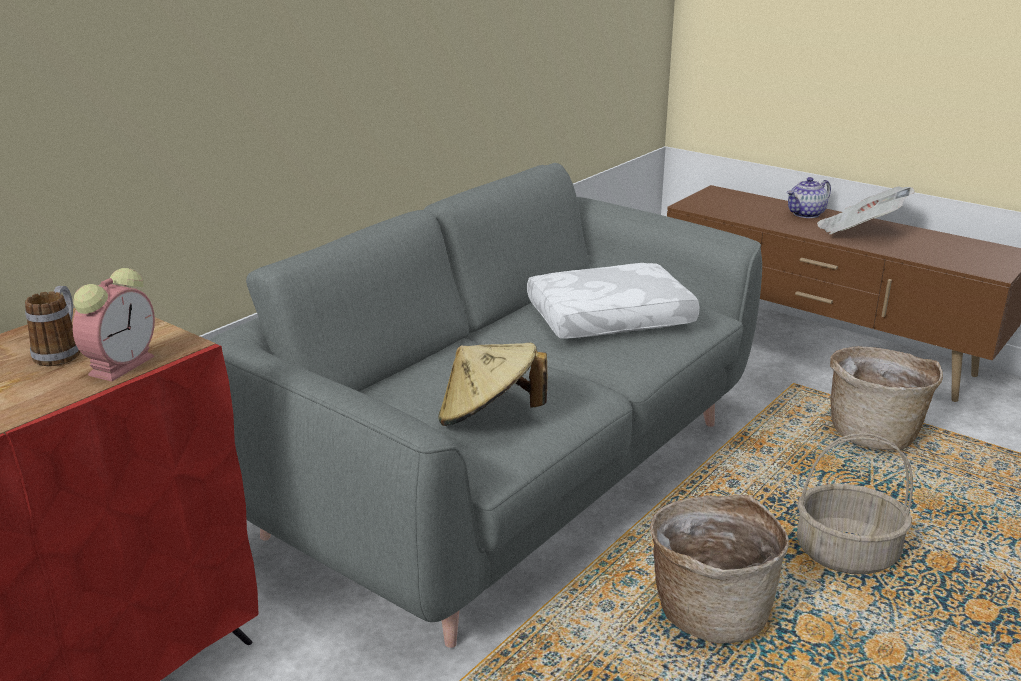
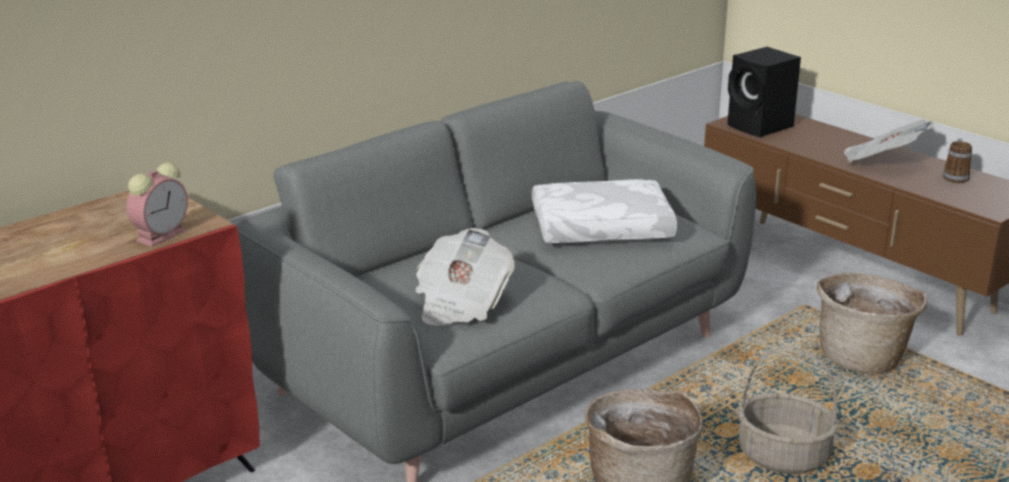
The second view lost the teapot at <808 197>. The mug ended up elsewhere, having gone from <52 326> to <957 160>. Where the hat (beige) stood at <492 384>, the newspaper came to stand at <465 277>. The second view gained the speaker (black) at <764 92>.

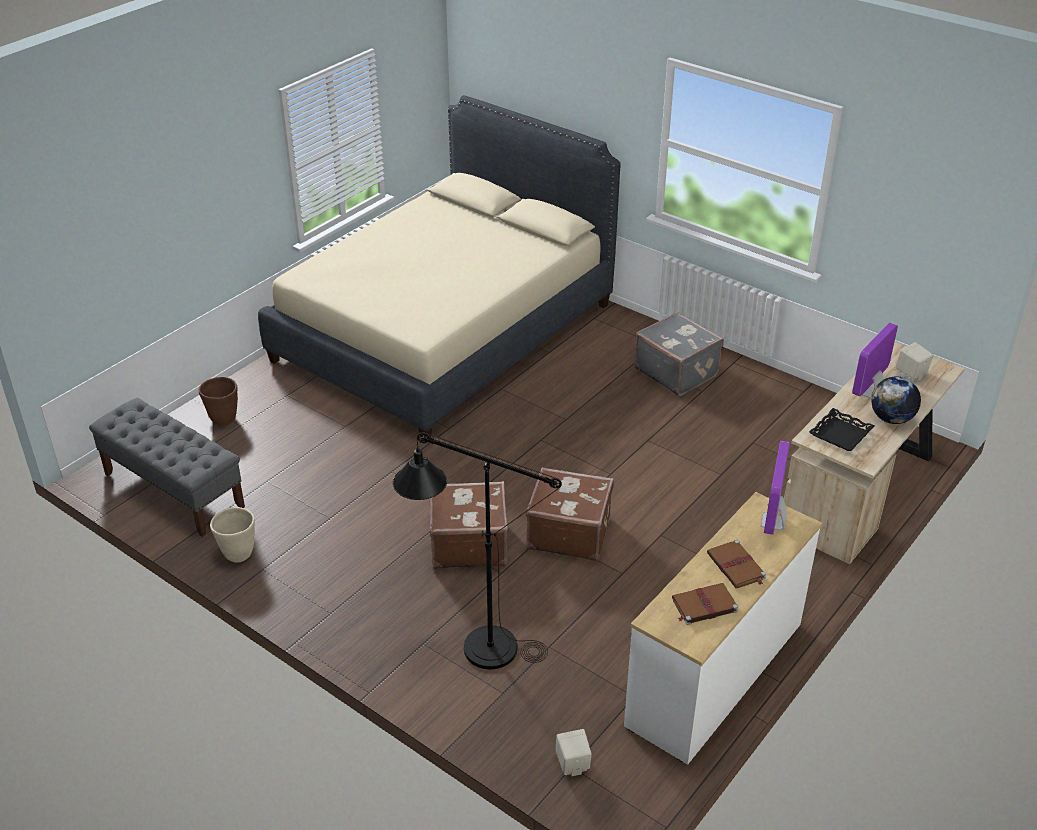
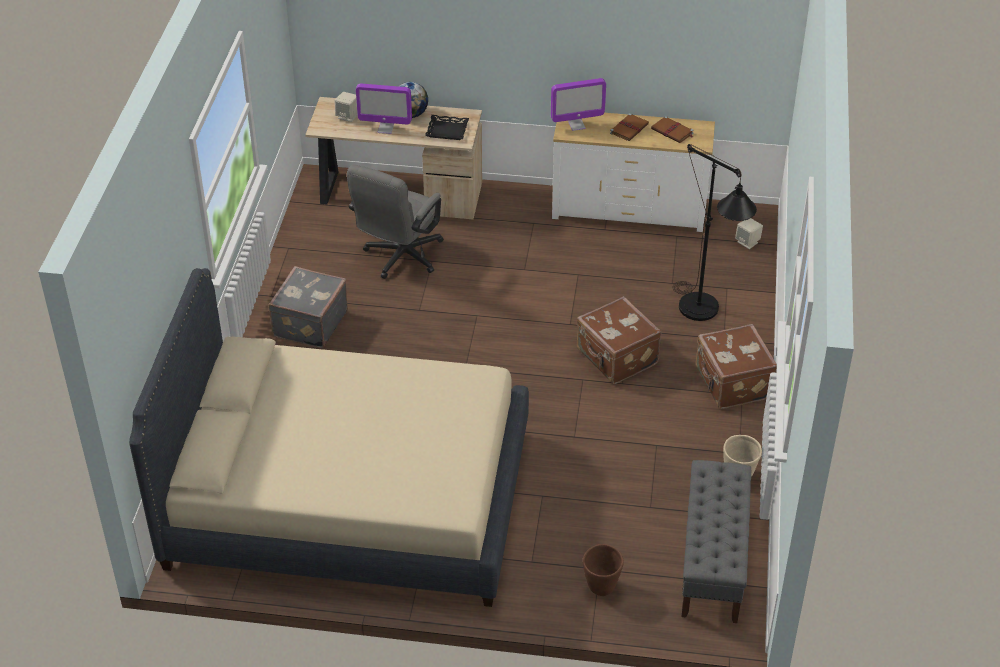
The suitcase (brown) ended up elsewhere, having gone from <570 514> to <736 366>. The second view gained the office chair (grey) at <395 222>.

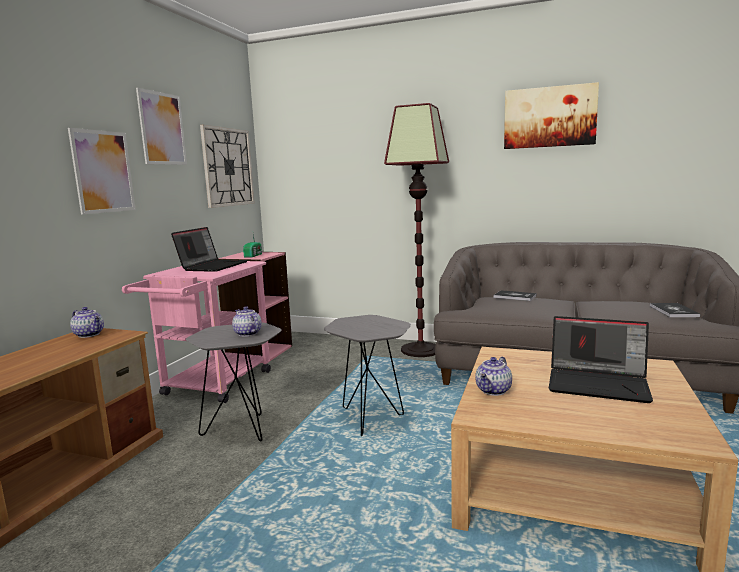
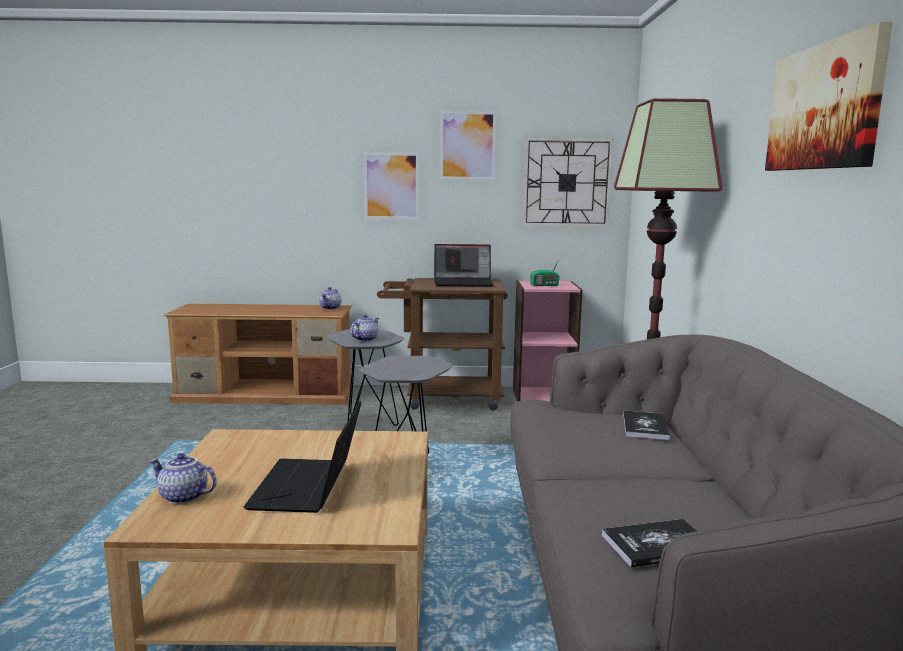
What was the cart (pink) at <196 332> turned into the cart (brown) at <442 344>. The teapot ended up elsewhere, having gone from <493 376> to <182 478>.

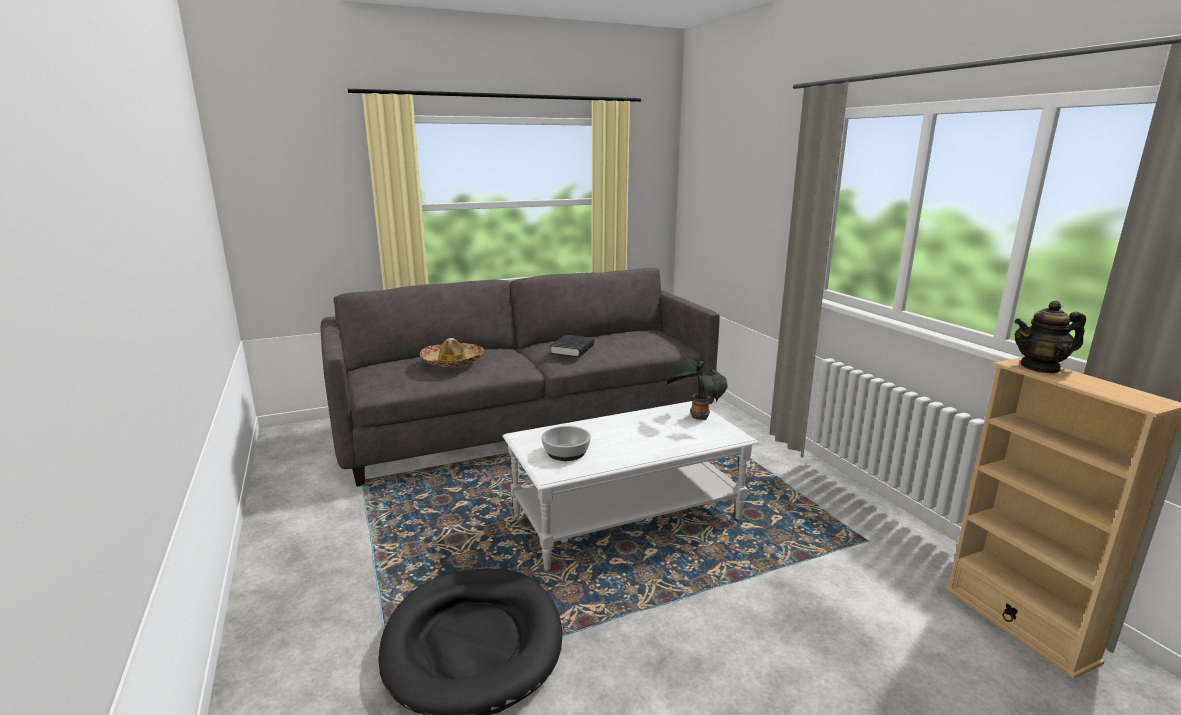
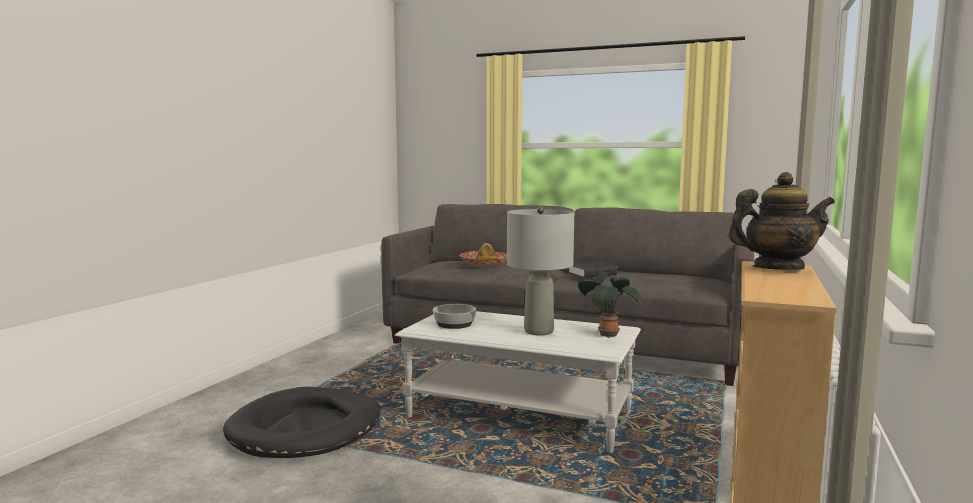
The teapot at <1050 337> ended up facing another way, 135 degrees clockwise from before. The second view gained the table lamp (grey) at <540 271>.

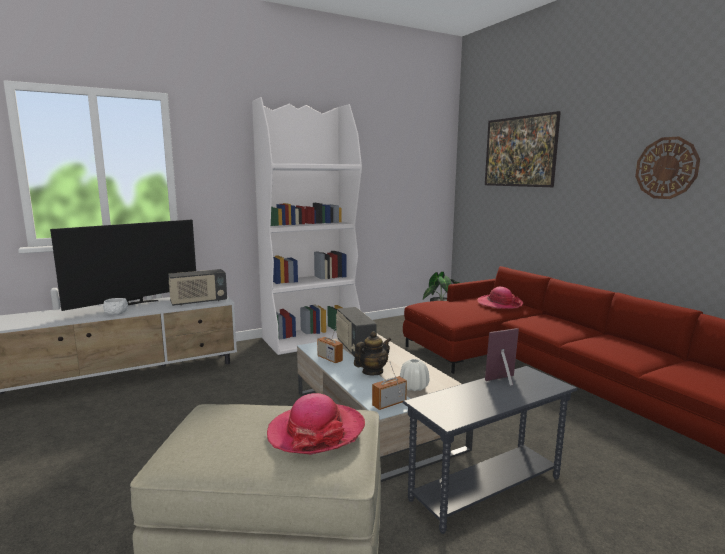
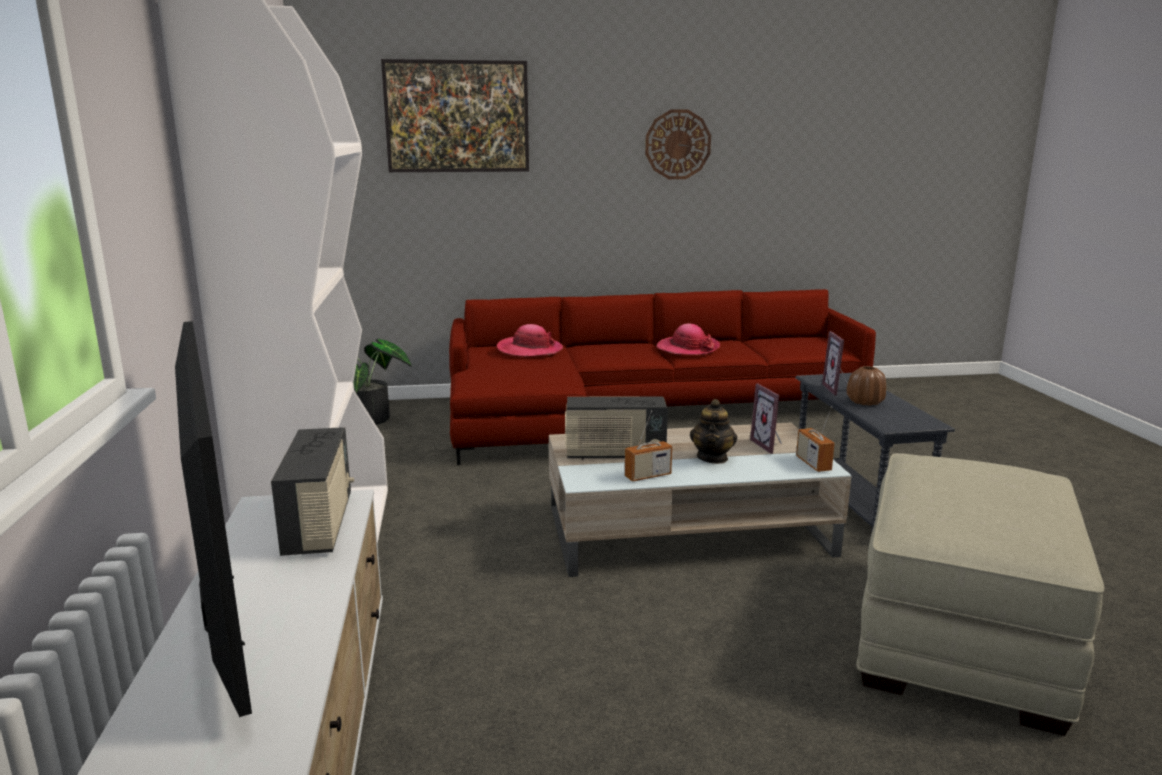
The second view lost the bowl (white) at <115 306>. The teapot at <372 353> ended up facing another way, 150 degrees counterclockwise from before. Where the vase (white) stood at <414 375>, the picture frame came to stand at <766 418>. The hat ended up elsewhere, having gone from <316 424> to <688 339>. The second view gained the vase (brown) at <866 386>.

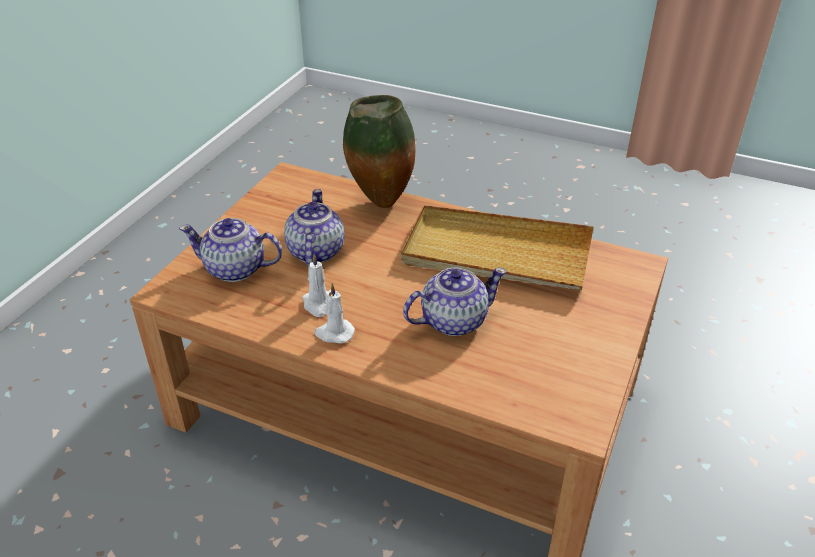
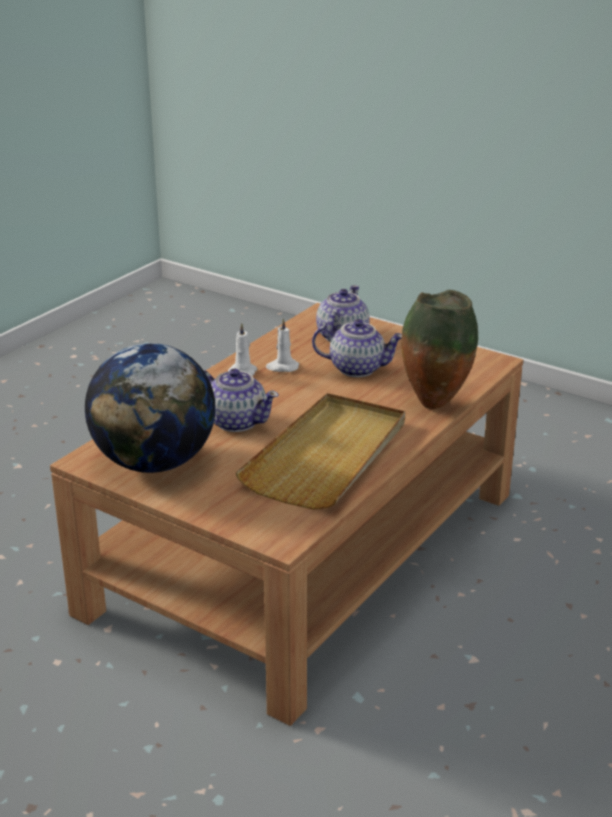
The teapot at <455 301> ended up facing another way, 45 degrees counterclockwise from before. The second view gained the globe at <150 408>.

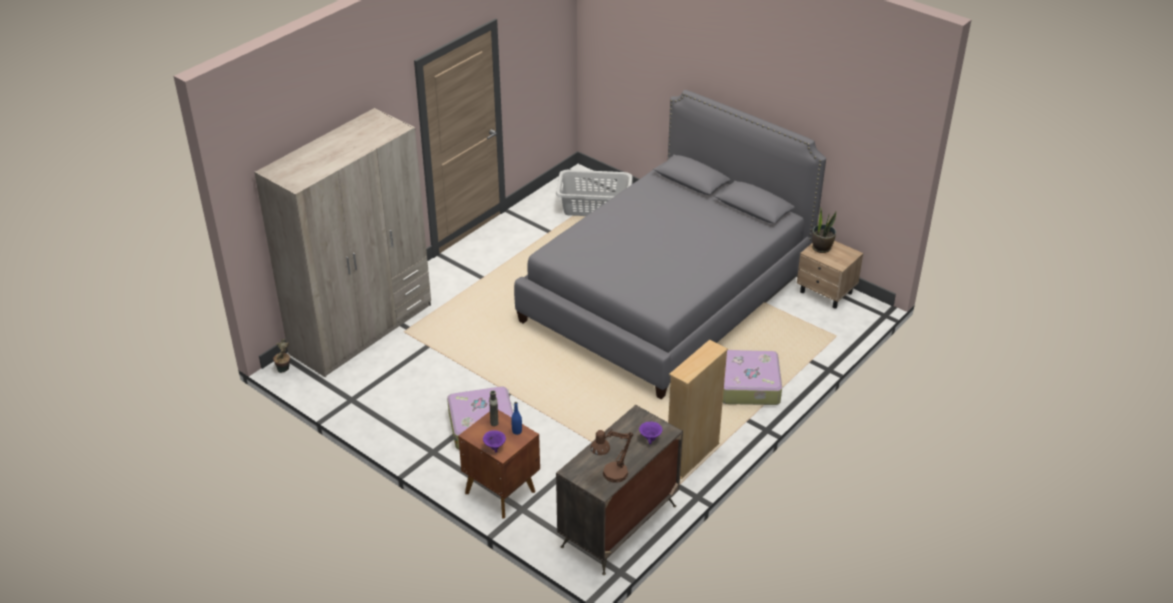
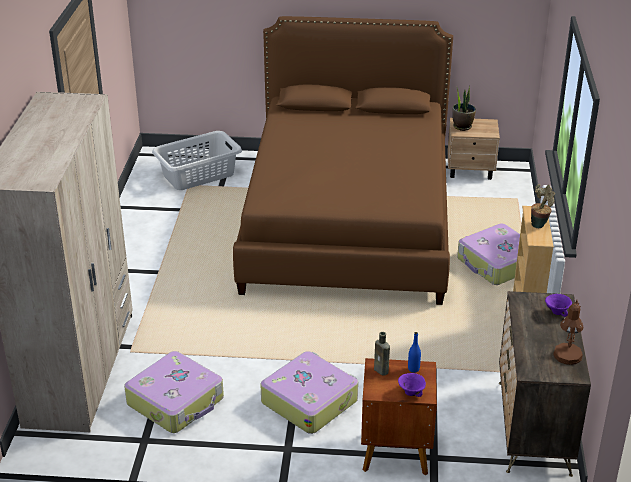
What was the bed (grey) at <670 244> turned into the bed (brown) at <343 160>. The potted plant ended up elsewhere, having gone from <281 356> to <543 206>. The second view gained the suitcase at <174 392>.

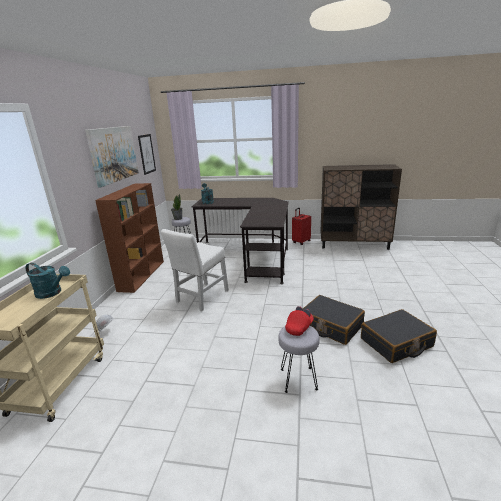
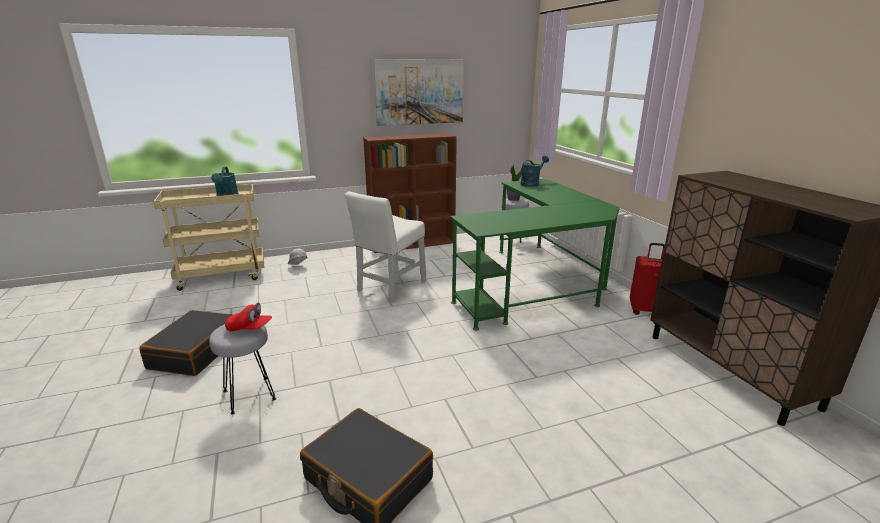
The second view lost the picture at <147 154>. What was the desk (black) at <240 241> turned into the desk (green) at <535 255>. The chair (white) at <195 270> ended up facing another way, 60 degrees counterclockwise from before. The suitcase (black) ended up elsewhere, having gone from <334 320> to <186 343>.

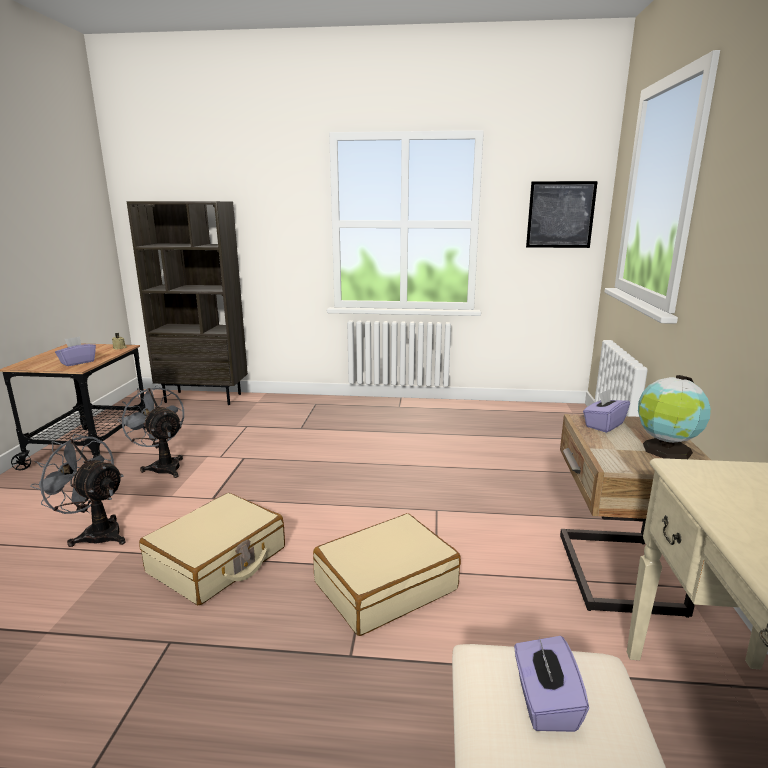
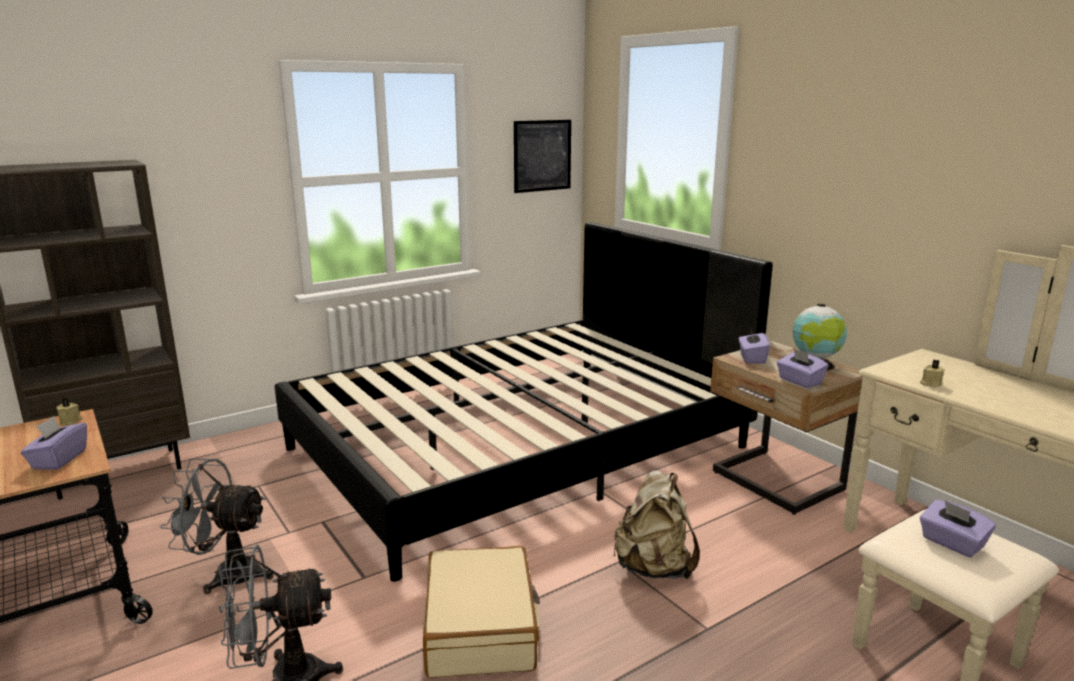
Where the suitcase (beige) stood at <387 574>, the backpack (beige) came to stand at <656 524>. The second view gained the bed (black) at <524 402>. The second view gained the tissue box (purple) at <803 368>. The second view gained the candle (beige) at <932 373>.

